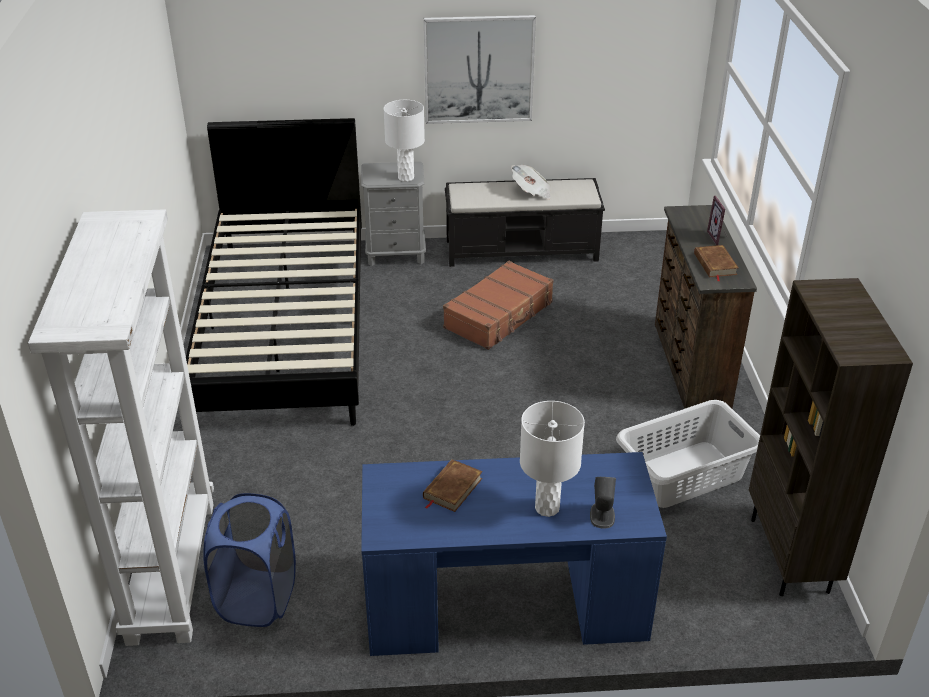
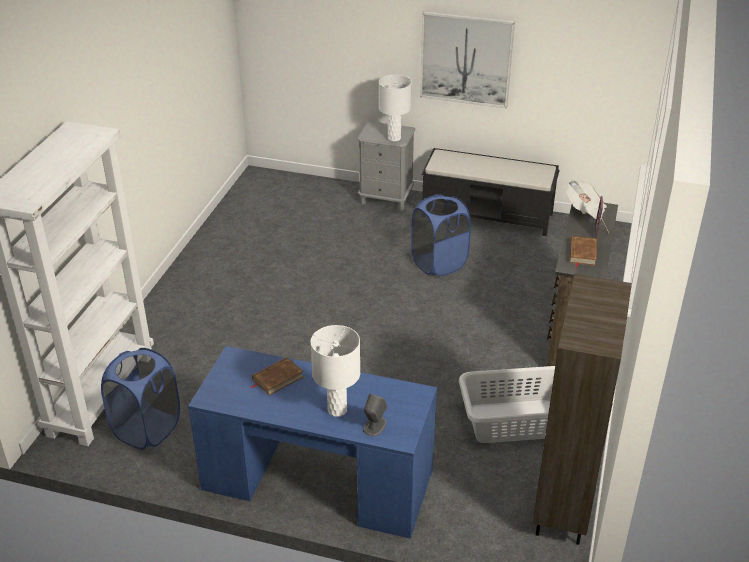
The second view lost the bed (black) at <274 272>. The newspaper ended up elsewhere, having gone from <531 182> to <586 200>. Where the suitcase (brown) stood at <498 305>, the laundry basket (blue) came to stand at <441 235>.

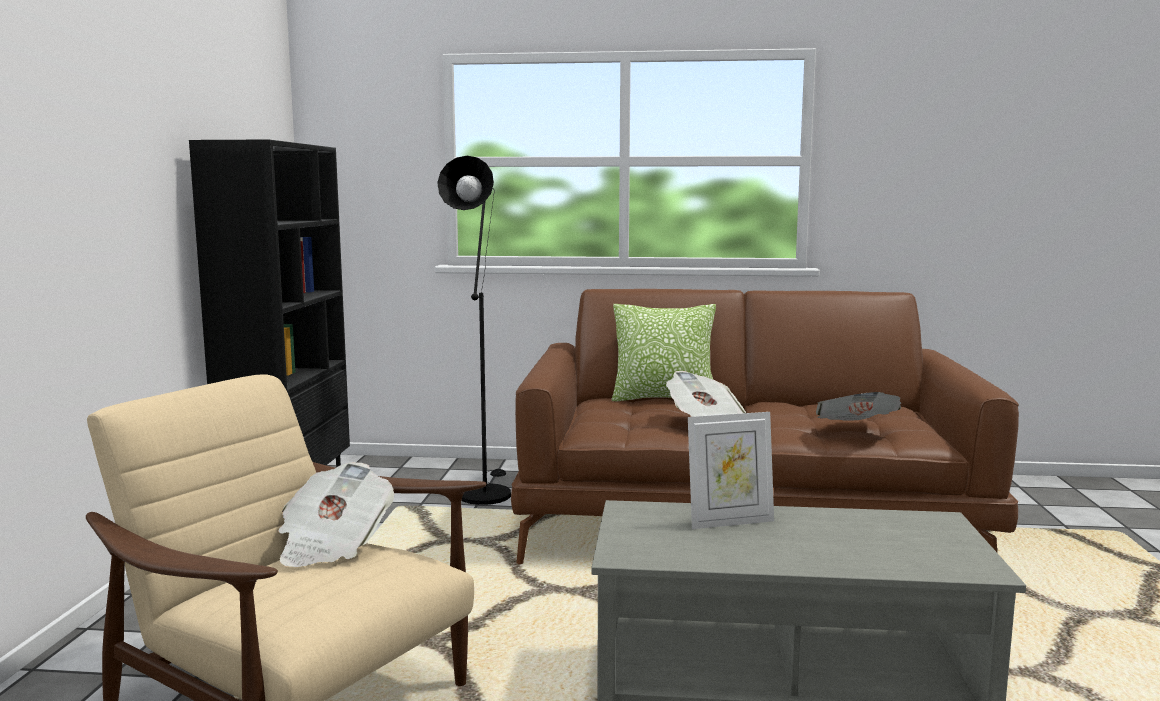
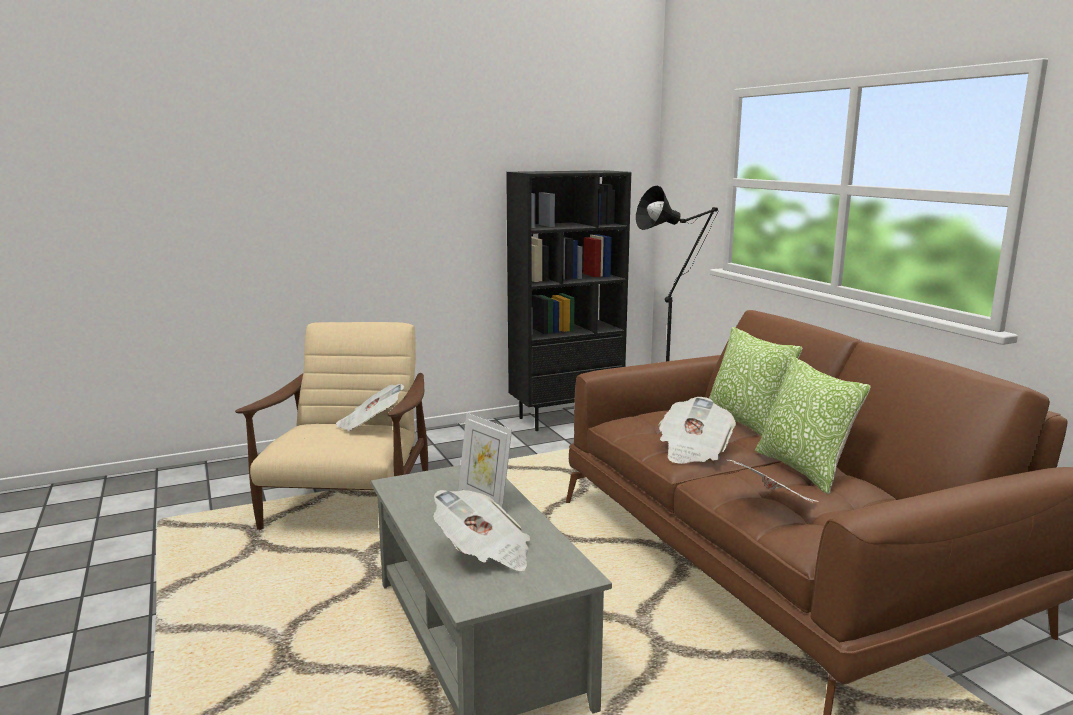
The second view gained the pillow at <813 425>. The second view gained the newspaper at <481 530>.

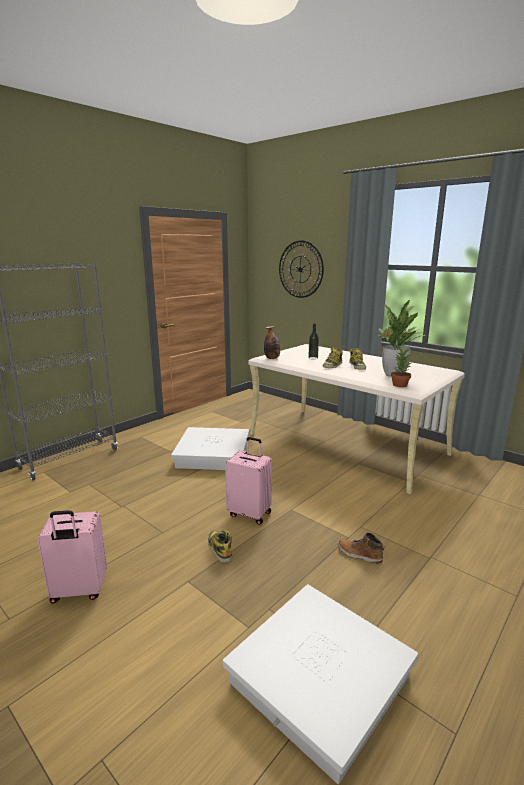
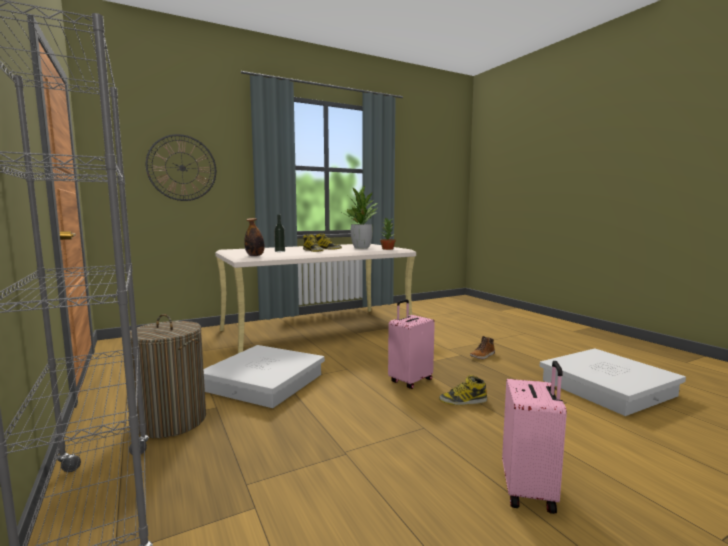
The second view gained the laundry basket at <168 376>.

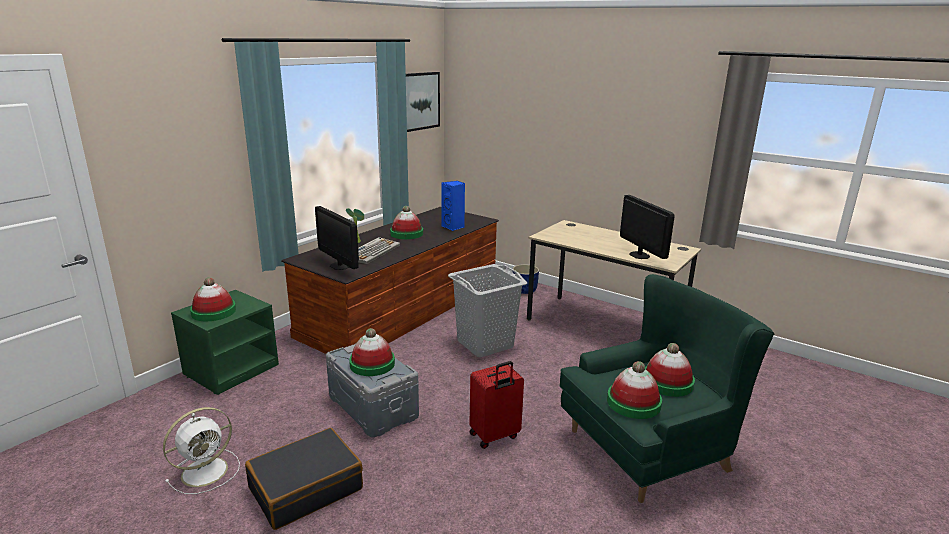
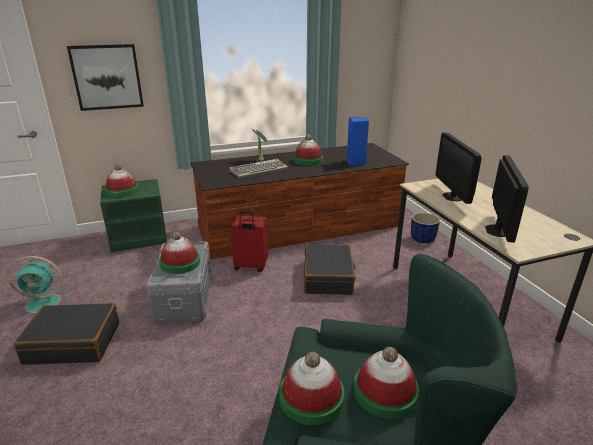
The picture ended up elsewhere, having gone from <423 102> to <105 77>. The monitor ended up elsewhere, having gone from <337 238> to <459 168>. Where the laundry basket (grey) stood at <487 311>, the suitcase (black) came to stand at <330 269>. The suitcase (red) ended up elsewhere, having gone from <496 405> to <249 241>. What was the fan (white) at <201 450> turned into the fan (turquoise) at <38 287>.

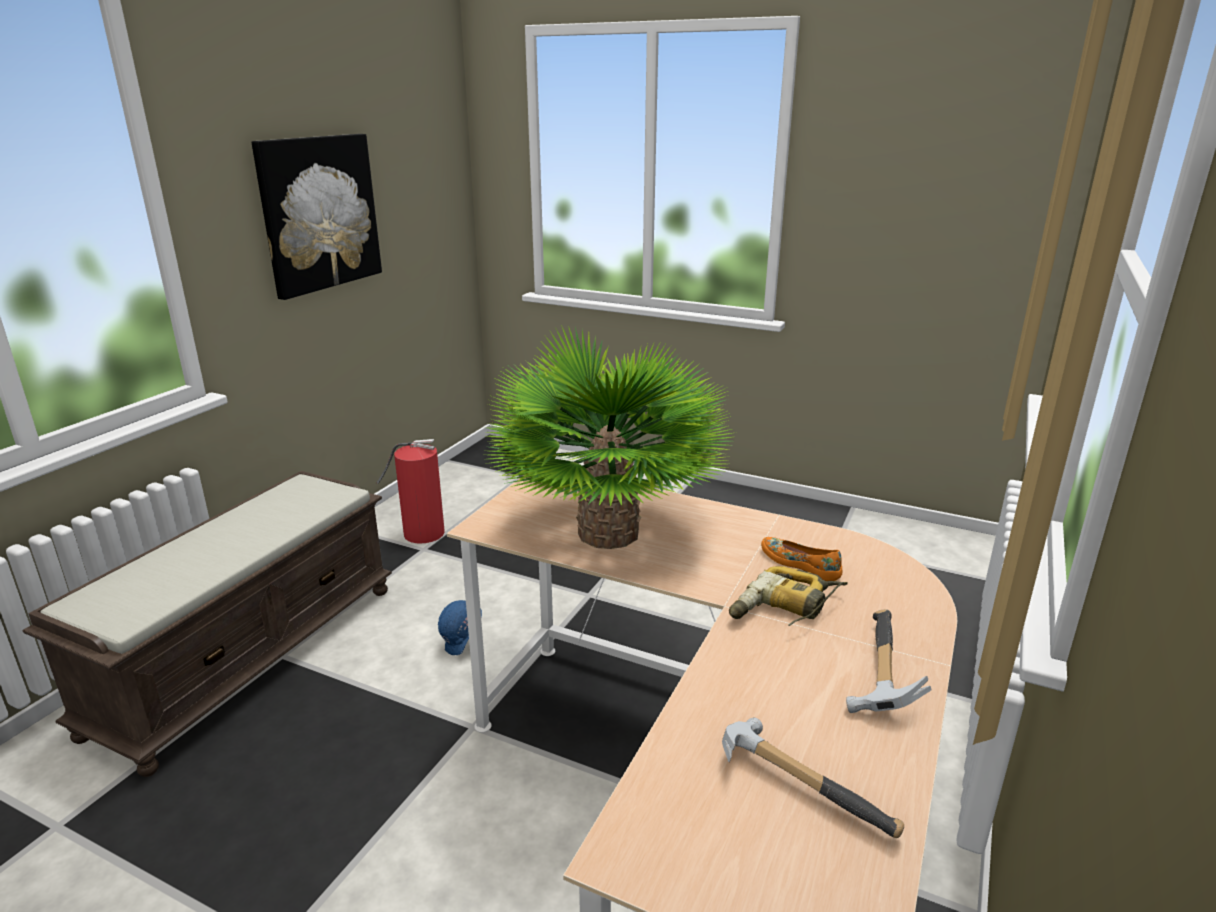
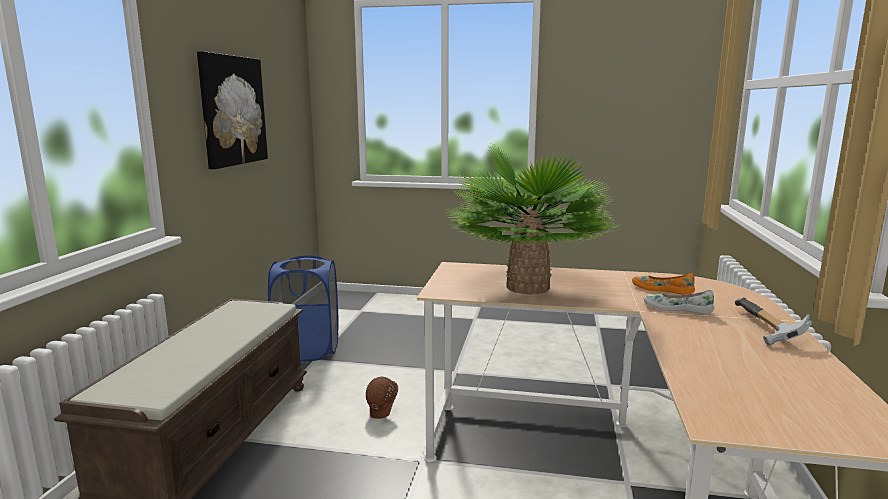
Where the fire extinguisher stood at <410 491>, the laundry basket (blue) came to stand at <303 308>. Where the power drill stood at <788 596>, the shoe (white) came to stand at <679 302>. What was the hard hat (blue) at <460 638> turned into the hard hat (brown) at <382 398>. The second view lost the hammer at <813 778>.

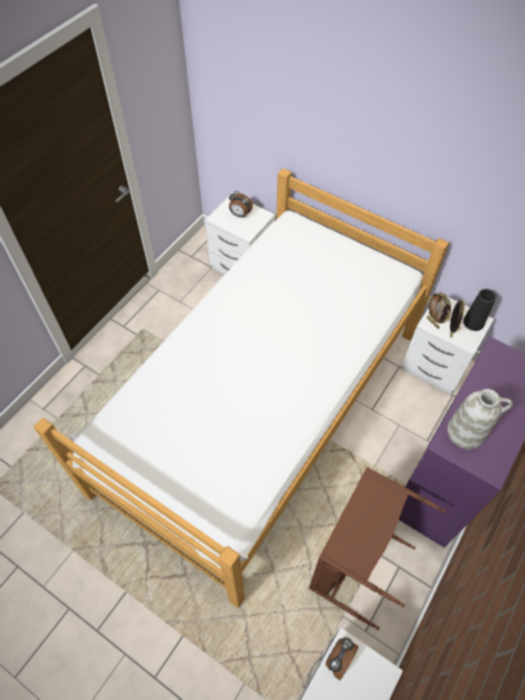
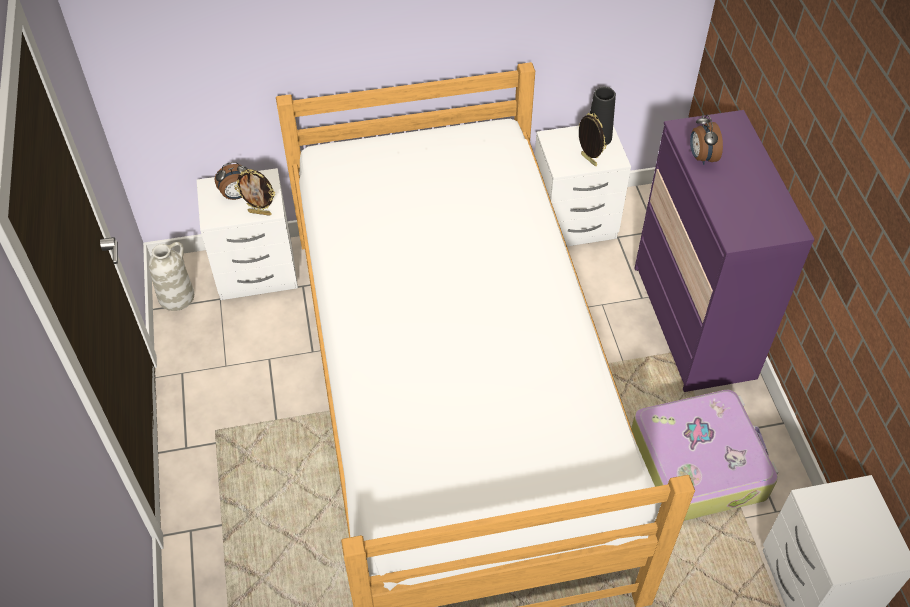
The picture frame ended up elsewhere, having gone from <439 311> to <254 192>. The vase (white) ended up elsewhere, having gone from <480 419> to <171 276>. Where the laundry basket (brown) stood at <377 548>, the suitcase came to stand at <705 455>. The alarm clock ended up elsewhere, having gone from <342 658> to <706 139>.

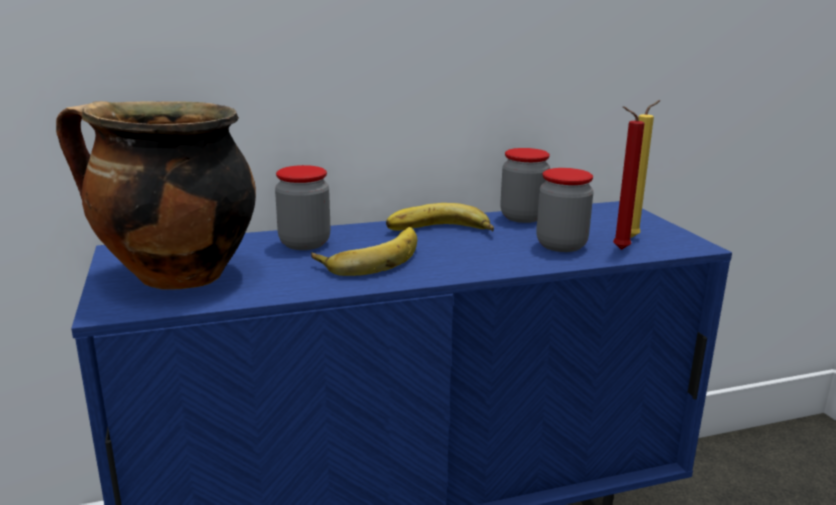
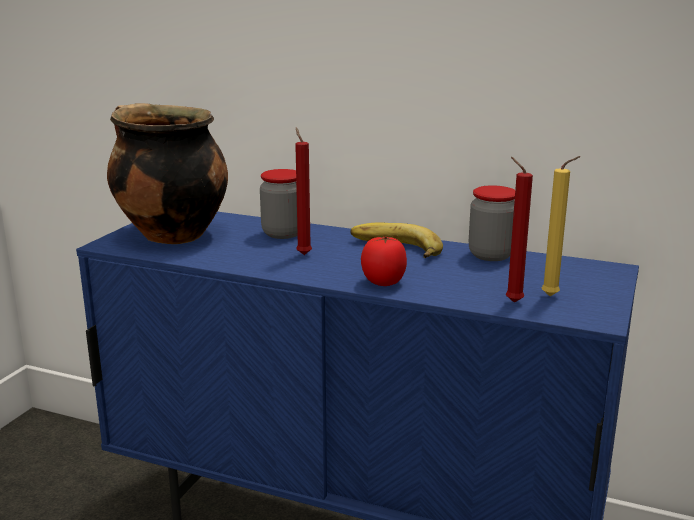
The second view lost the jar at <564 210>. Where the banana stood at <364 251>, the candle (red) came to stand at <303 191>. The second view gained the tomato at <384 261>.

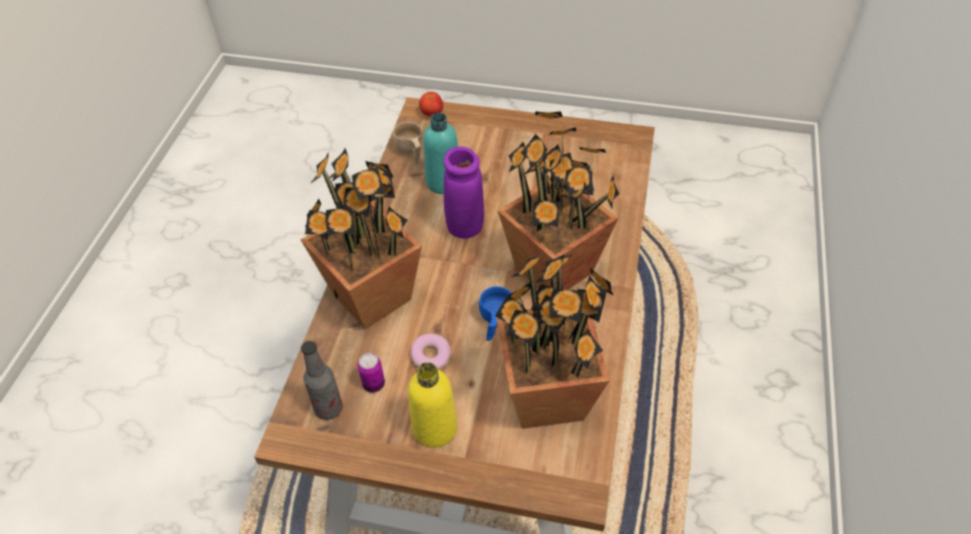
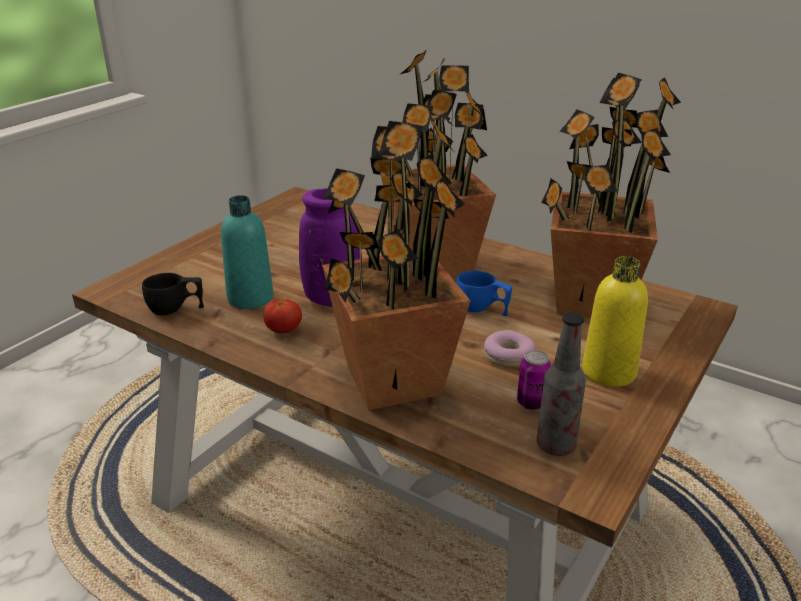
The tomato ended up elsewhere, having gone from <431 104> to <283 316>. What was the cup (beige) at <408 143> turned into the cup (black) at <173 294>.

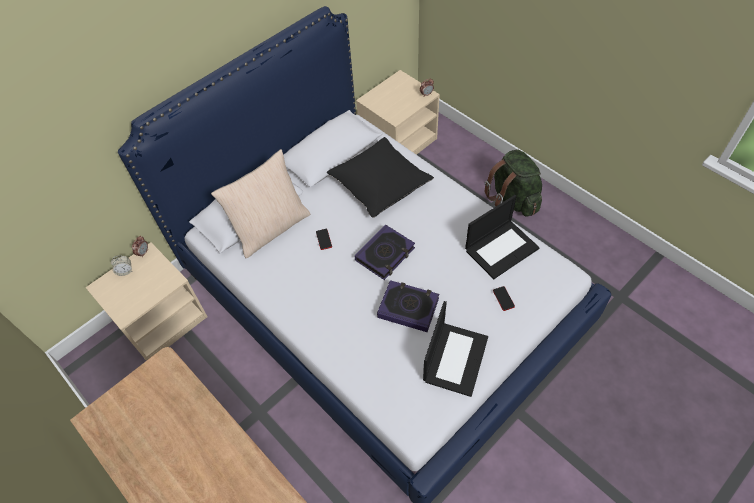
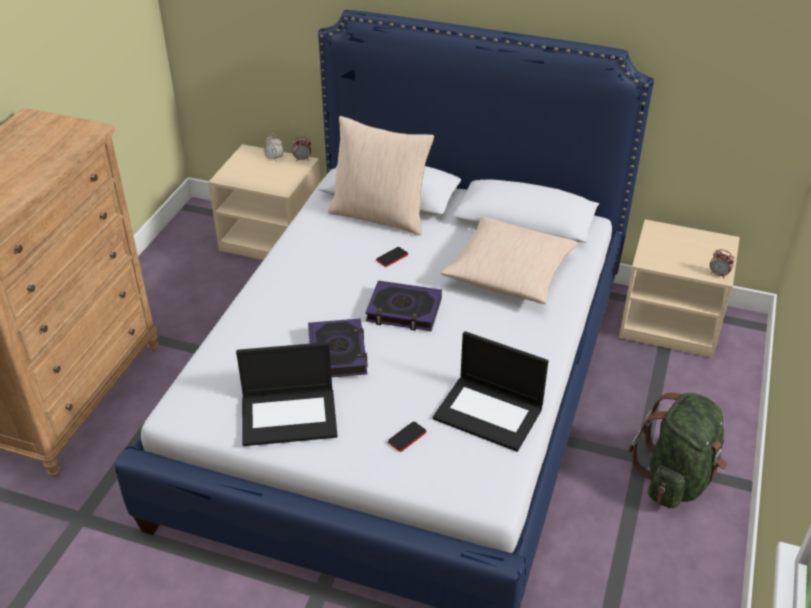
What was the pillow (black) at <380 177> turned into the pillow (beige) at <509 260>.

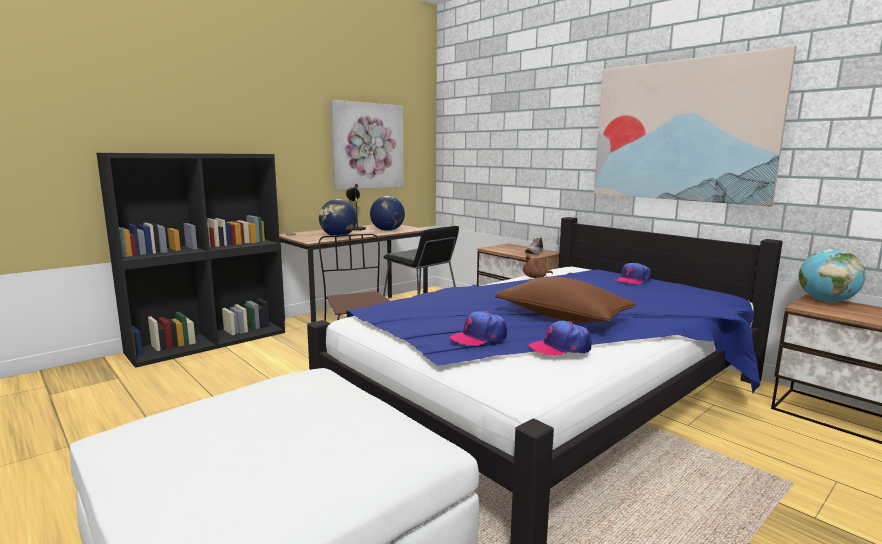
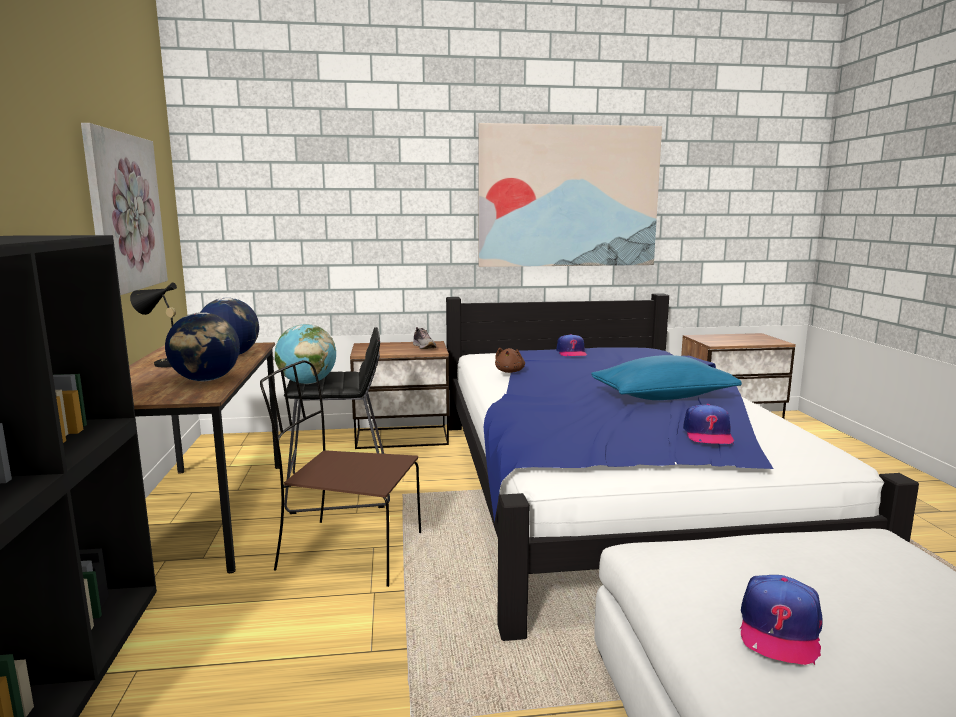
The globe ended up elsewhere, having gone from <832 276> to <305 354>. What was the pillow (brown) at <565 299> turned into the pillow (blue) at <666 377>. The cap ended up elsewhere, having gone from <560 338> to <781 620>.

